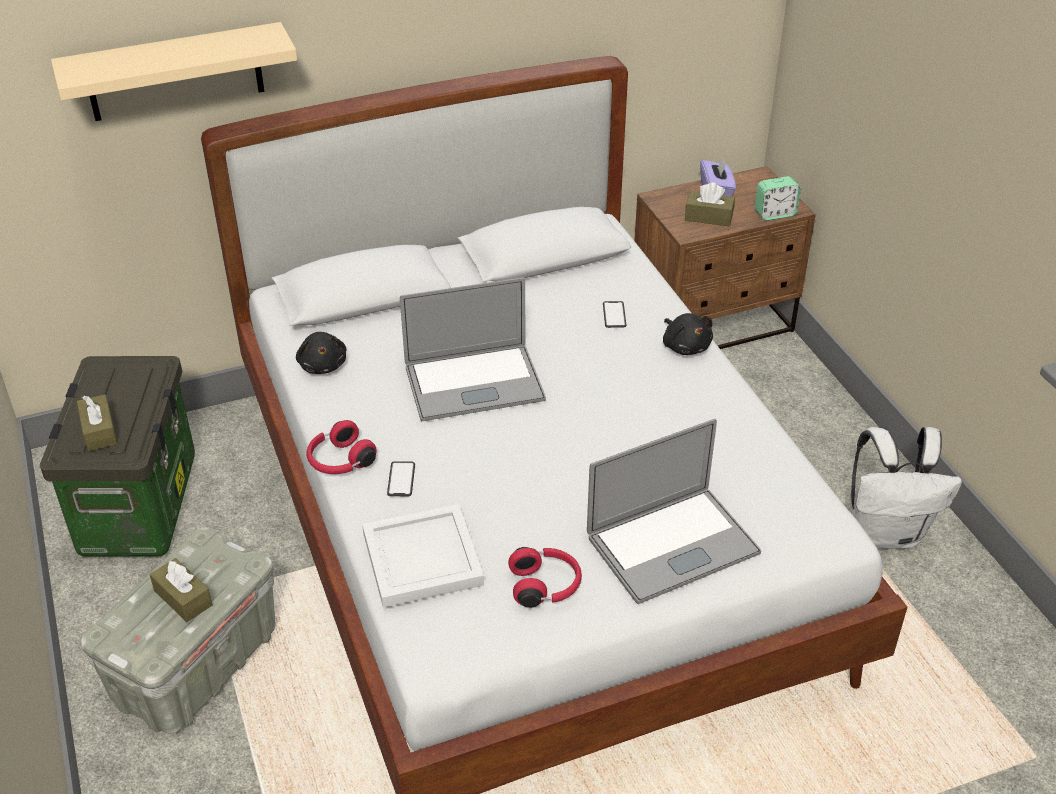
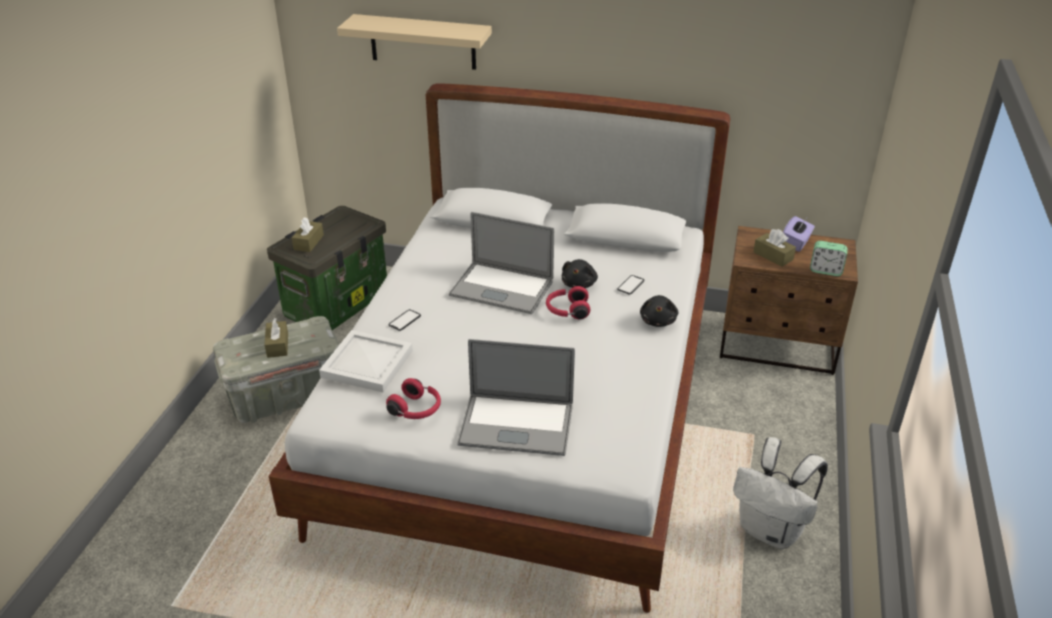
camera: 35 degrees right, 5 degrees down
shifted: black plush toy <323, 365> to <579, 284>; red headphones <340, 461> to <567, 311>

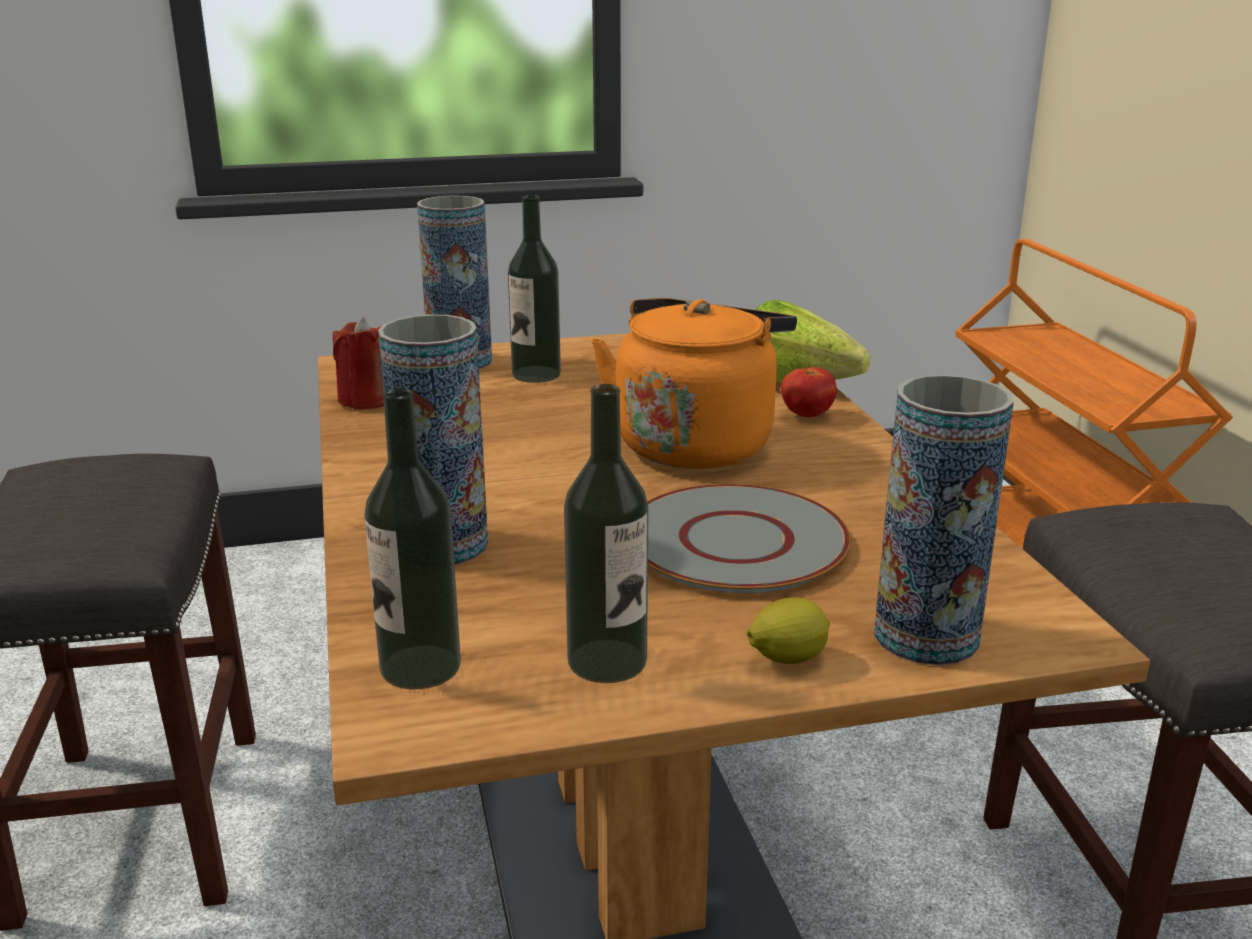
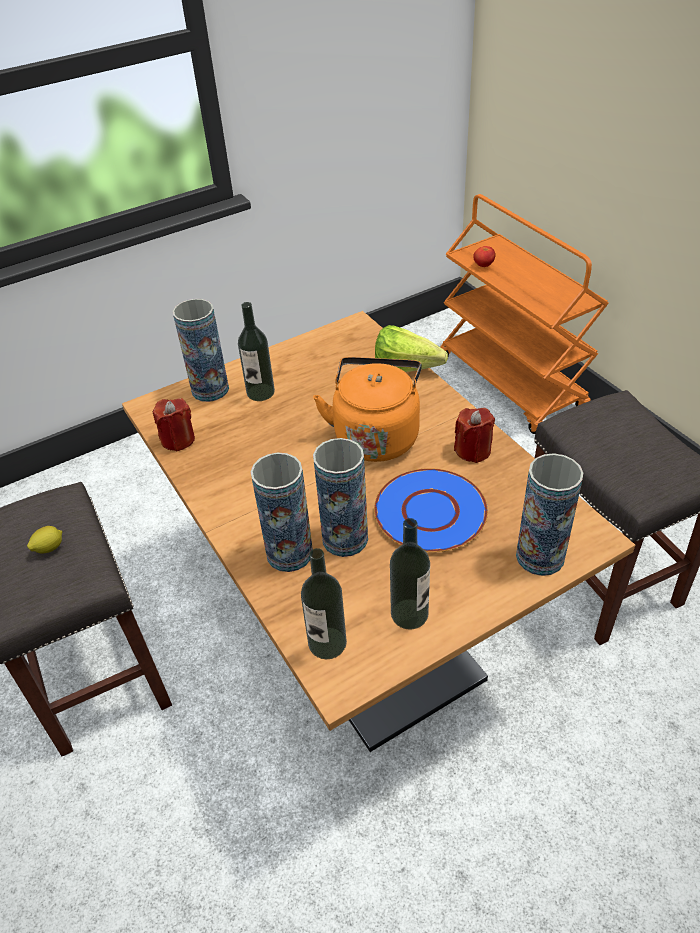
camera: 15 degrees left, 20 degrees up
new: vase <345, 539>; red candle <473, 450>
shifted: lemon <787, 659> to <49, 548>; tomato <806, 415> to <483, 265>
repainted: grey plate <736, 542> to blue plate <430, 512>

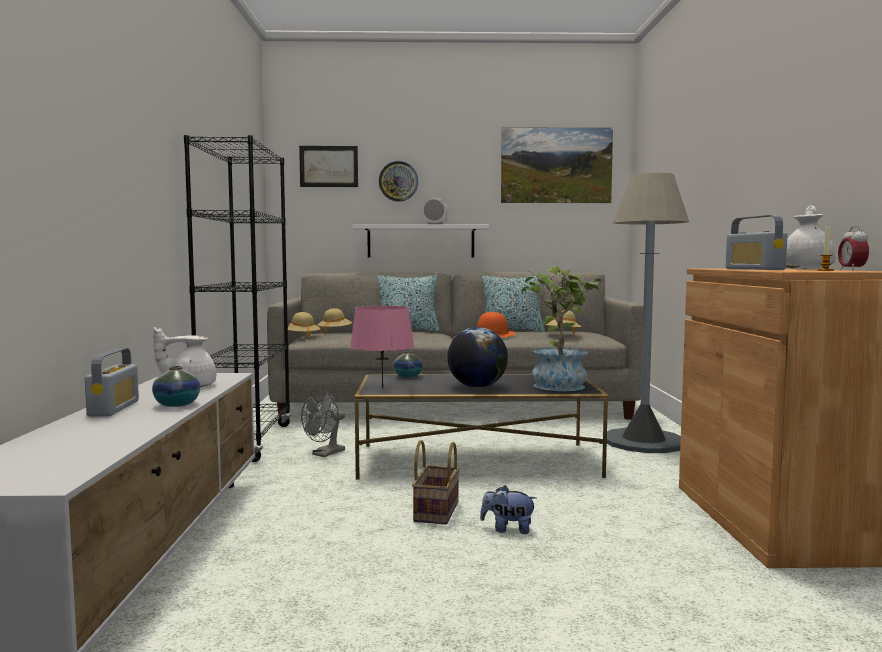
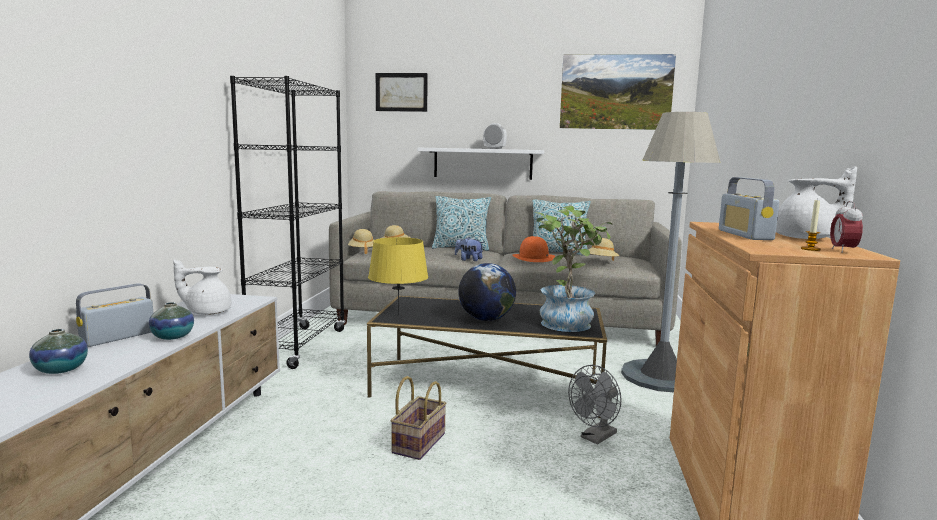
camera: 10 degrees right, 5 degrees up
gone: wall clock <398, 181>
shifted: grey fan <325, 454> to <595, 438>; vase <408, 376> to <61, 370>; plush toy <508, 529> to <468, 260>
repainted: pink table lamp <382, 388> to yellow table lamp <398, 315>
rotated: radio <114, 408> = <118, 337> 150 degrees counterclockwise; white teapot <807, 269> = <806, 238> 60 degrees clockwise

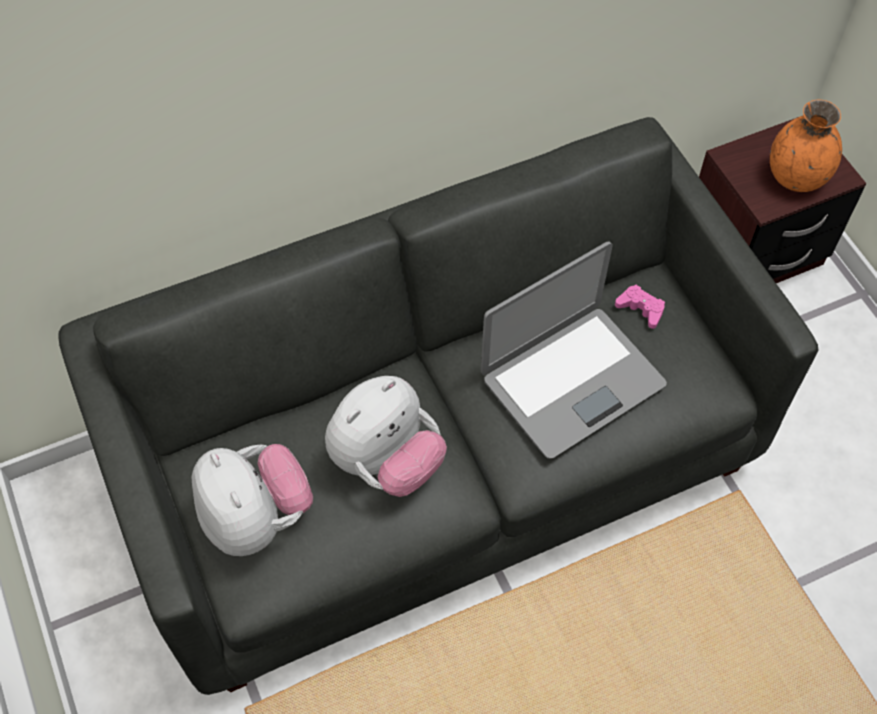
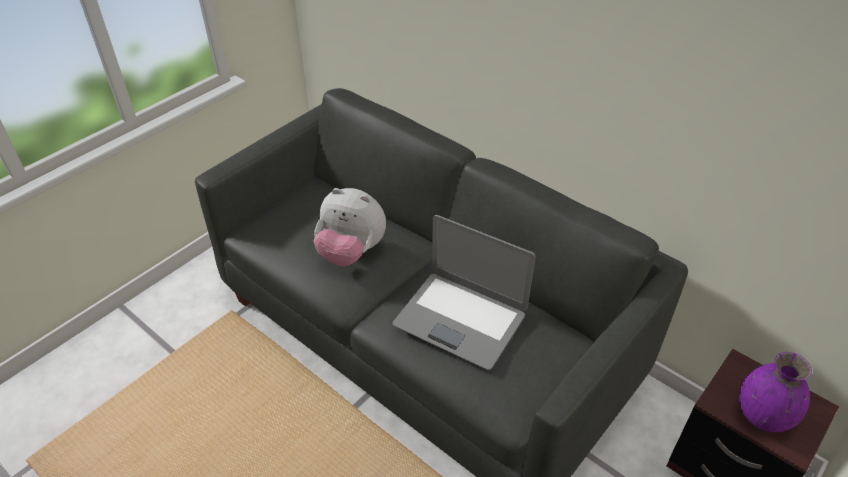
camera: 65 degrees right, 15 degrees down
gone: plush toy <256, 518>; pink game controller <641, 309>
repainted: orange vase <796, 177> to purple vase <763, 415>

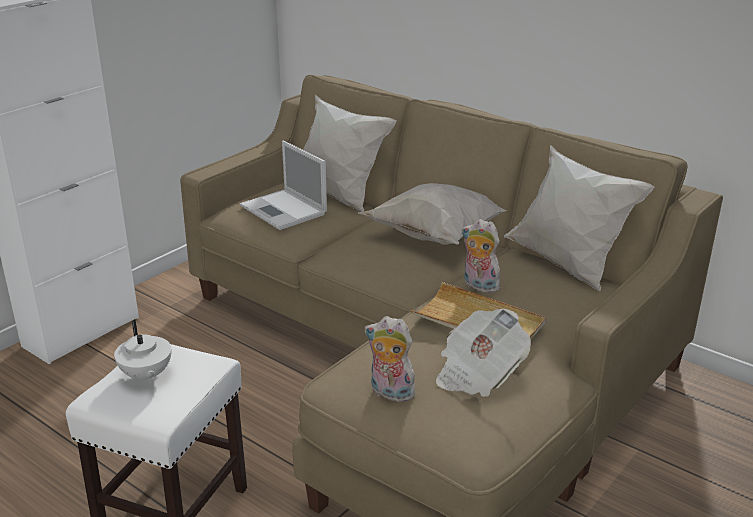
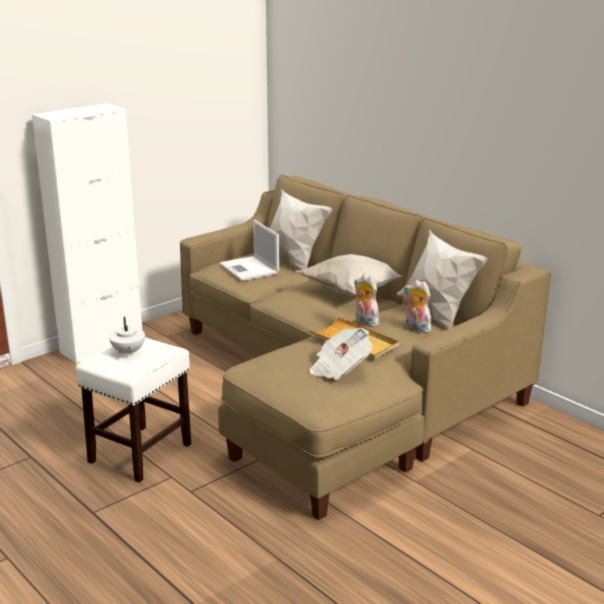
camera: 10 degrees right, 5 degrees down
shifted: plush toy <390, 393> to <416, 329>

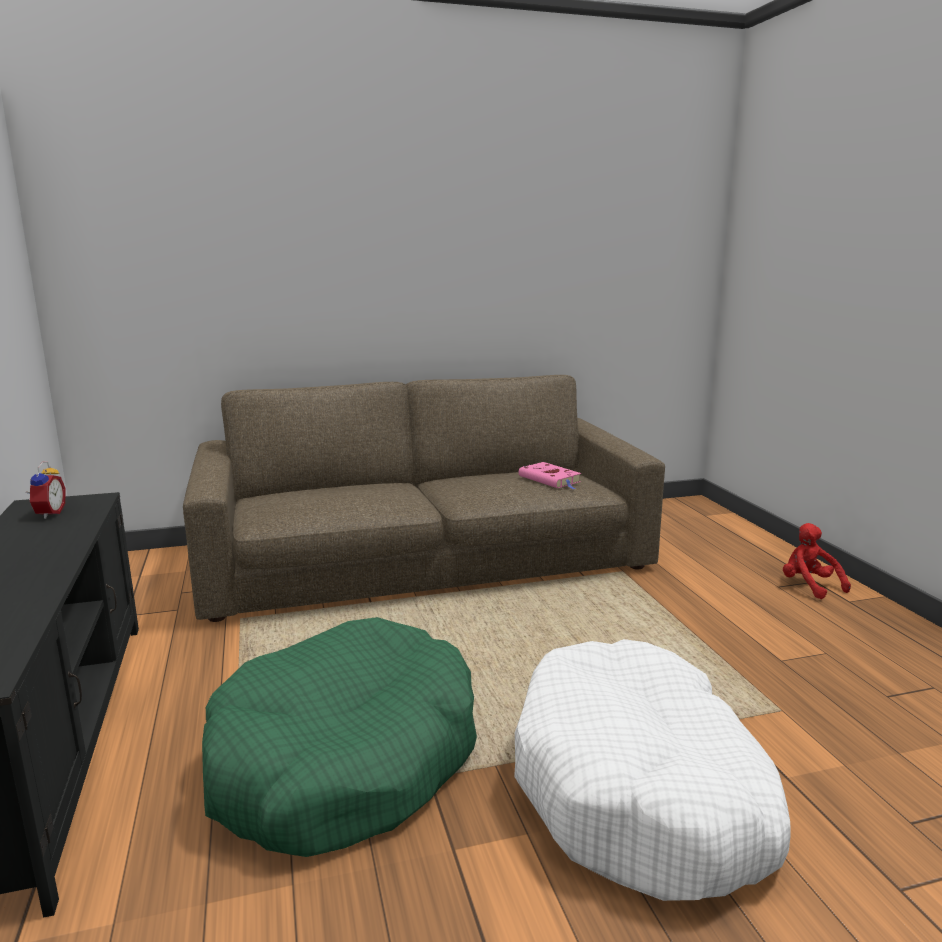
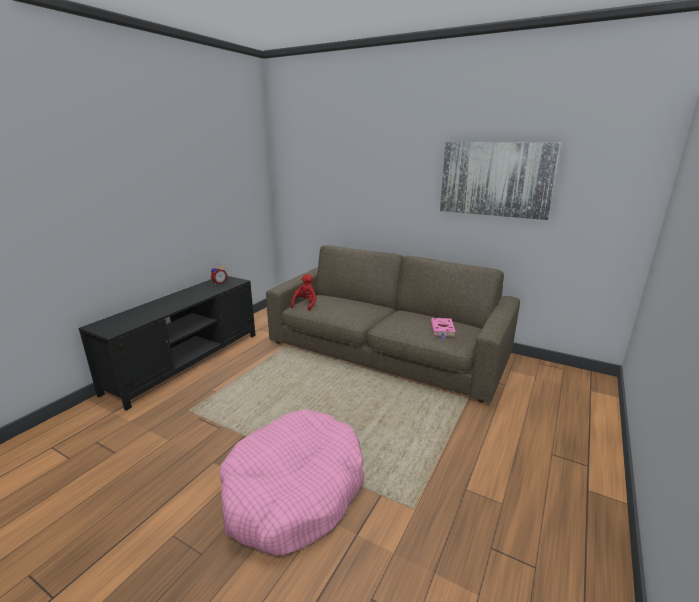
camera: 45 degrees right, 5 degrees up
gone: green dog bed <345, 759>
new: picture <496, 179>
shifted: red plush toy <809, 586> to <305, 304>
repainted: white dog bed <640, 790> to pink dog bed <294, 491>

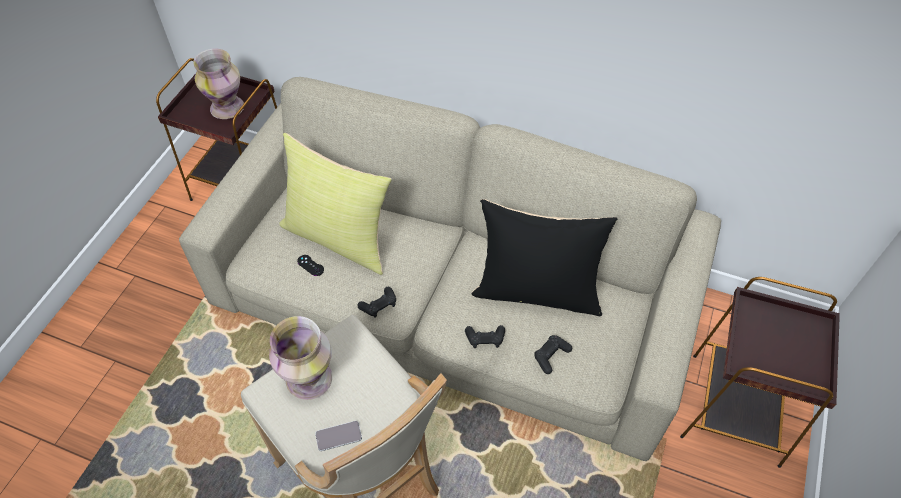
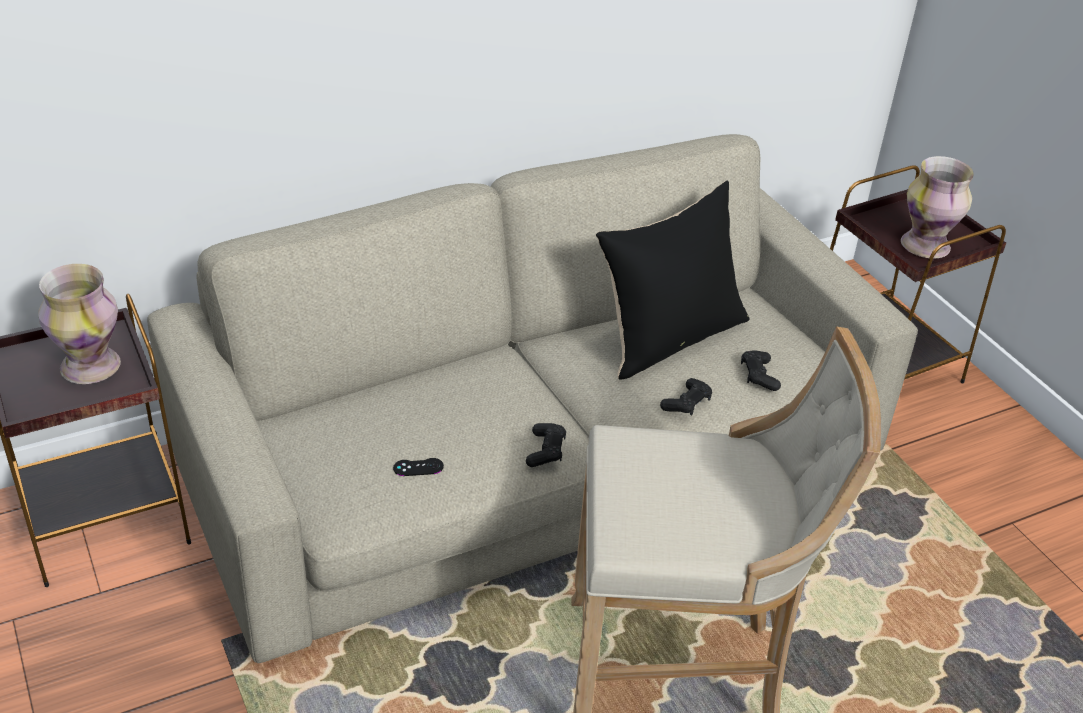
camera: 50 degrees left, 15 degrees down
gone: yellow pillow <339, 237>; phone <338, 436>
shifted: vase <310, 379> to <925, 246>

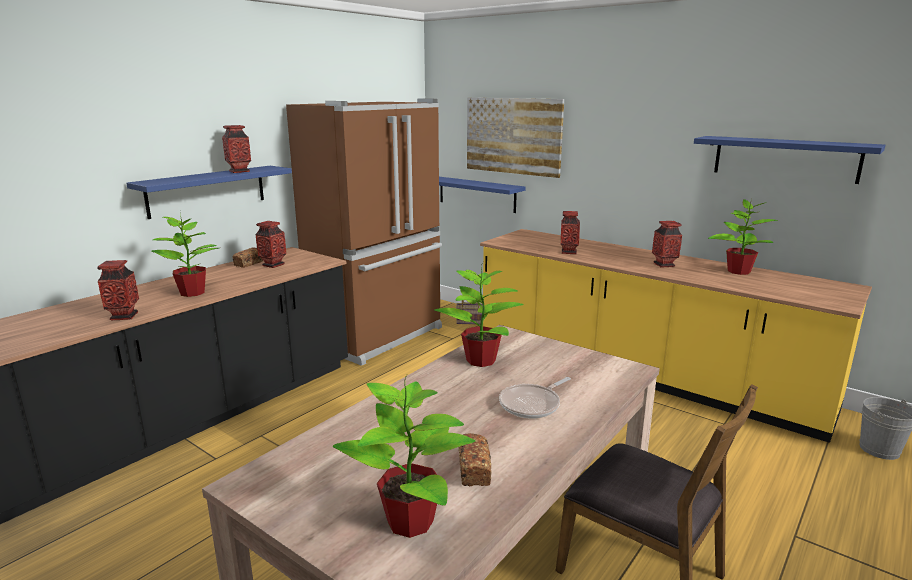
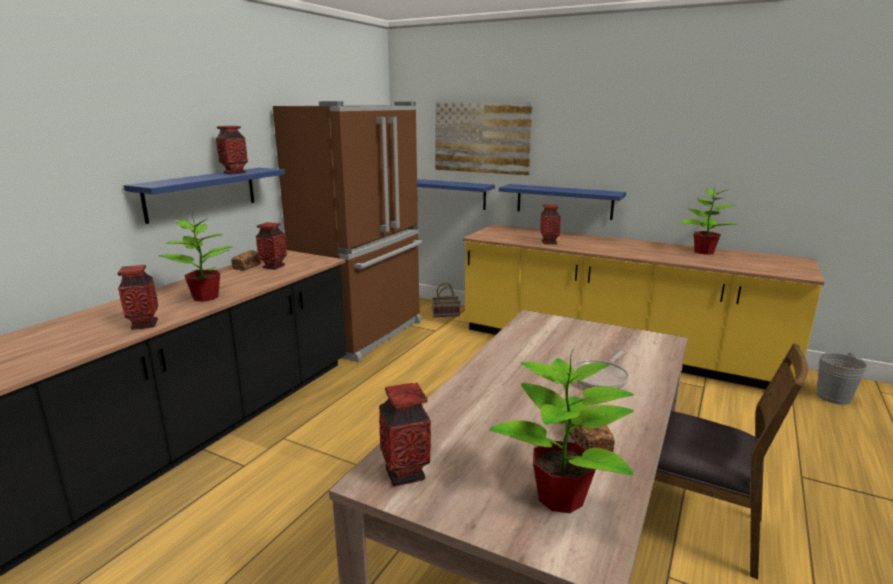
camera: 10 degrees left, 0 degrees up
gone: potted plant <482, 360>
shifted: vase <664, 265> to <405, 473>; blue shelf <785, 158> to <564, 201>

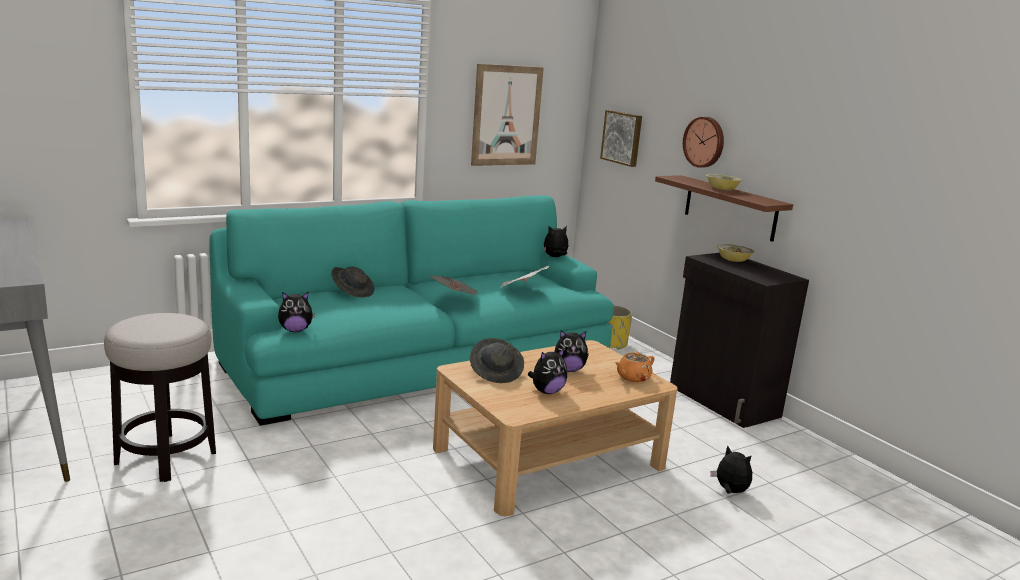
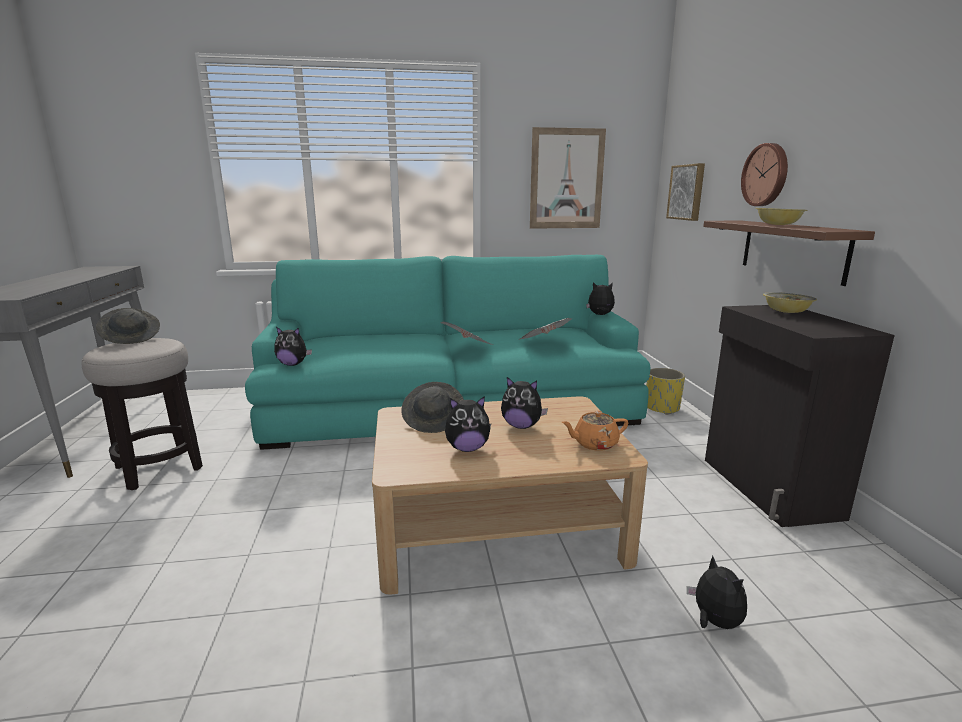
camera: 25 degrees right, 0 degrees up
shifted: grey hat <353, 292> to <132, 338>

